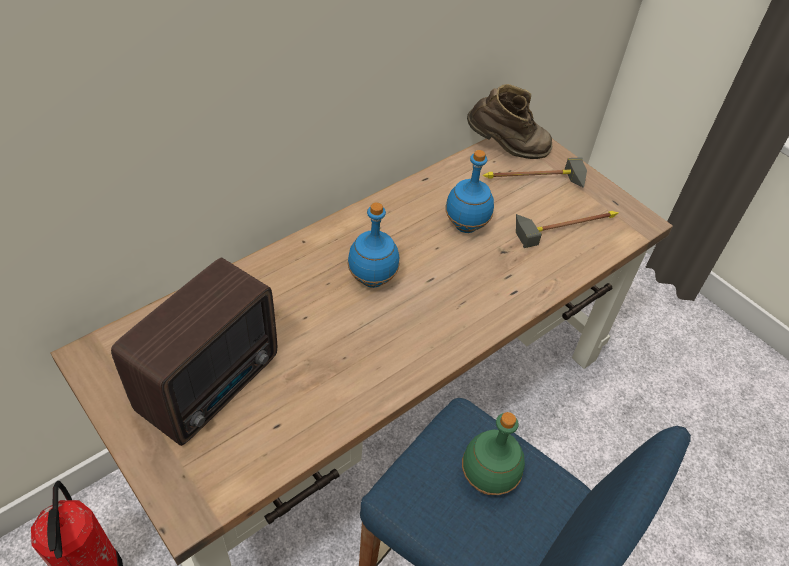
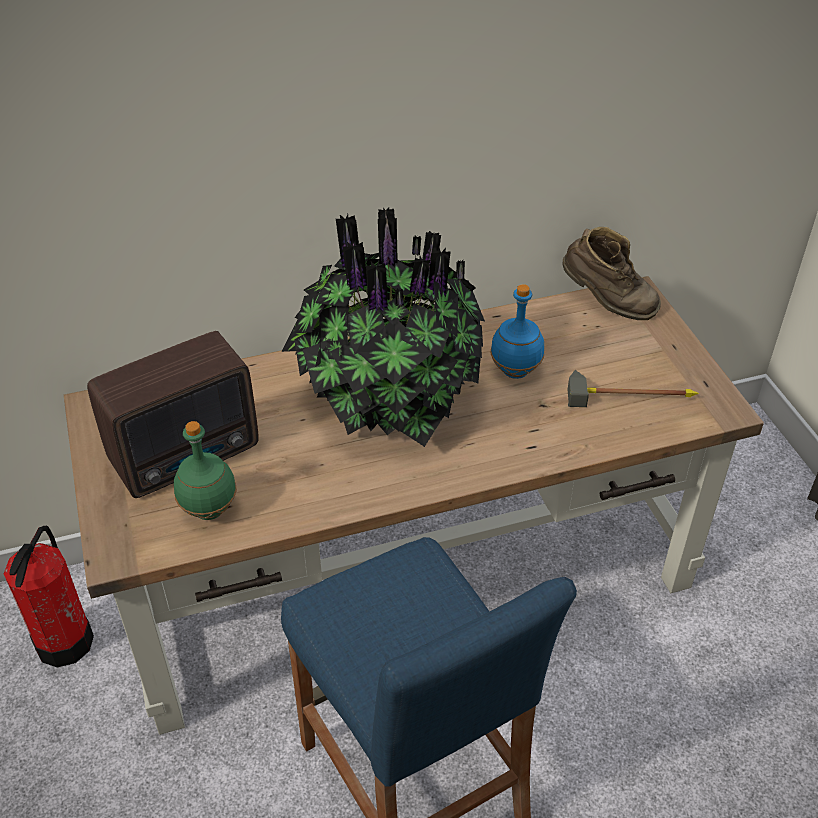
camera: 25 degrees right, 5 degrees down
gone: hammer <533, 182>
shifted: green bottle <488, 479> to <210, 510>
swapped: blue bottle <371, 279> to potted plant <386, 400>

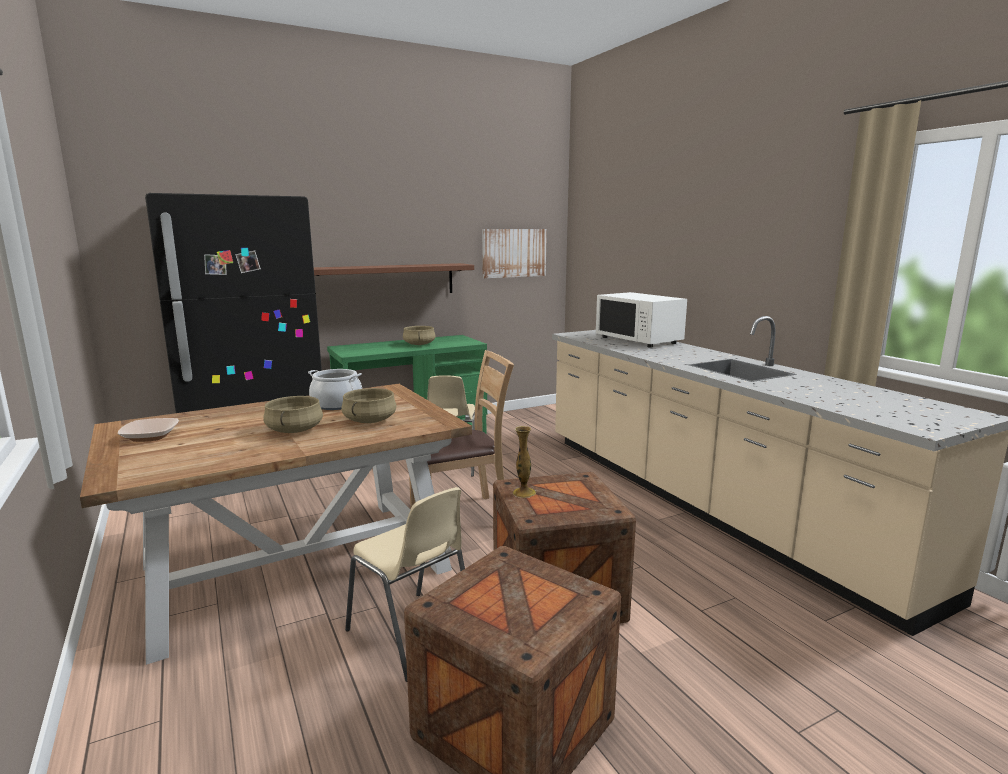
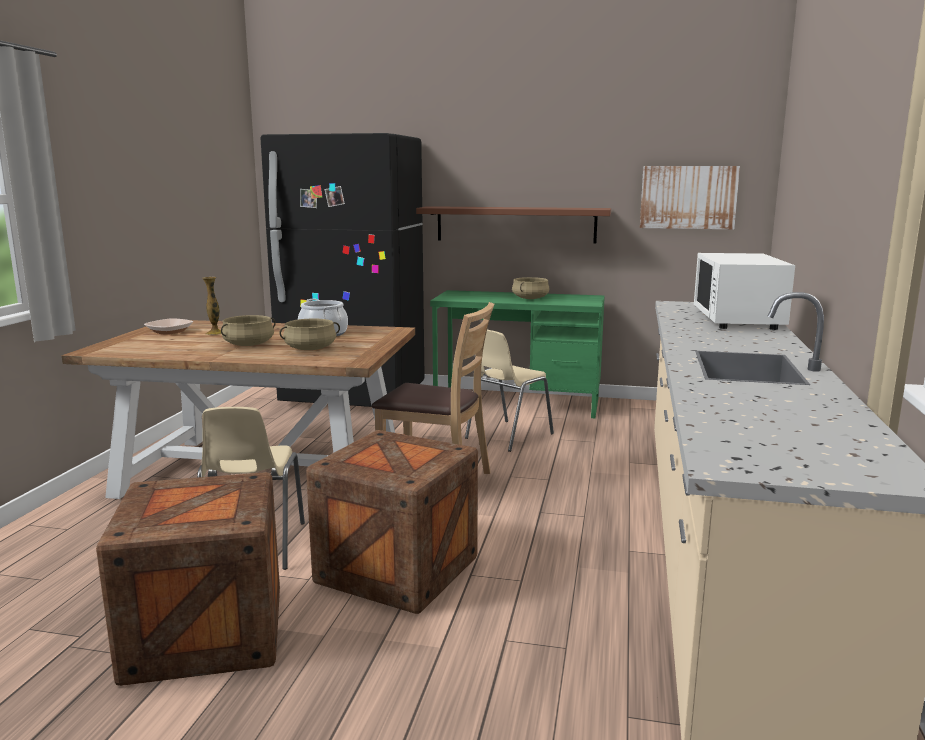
camera: 40 degrees right, 0 degrees up
shifted: vase <524, 493> to <215, 333>

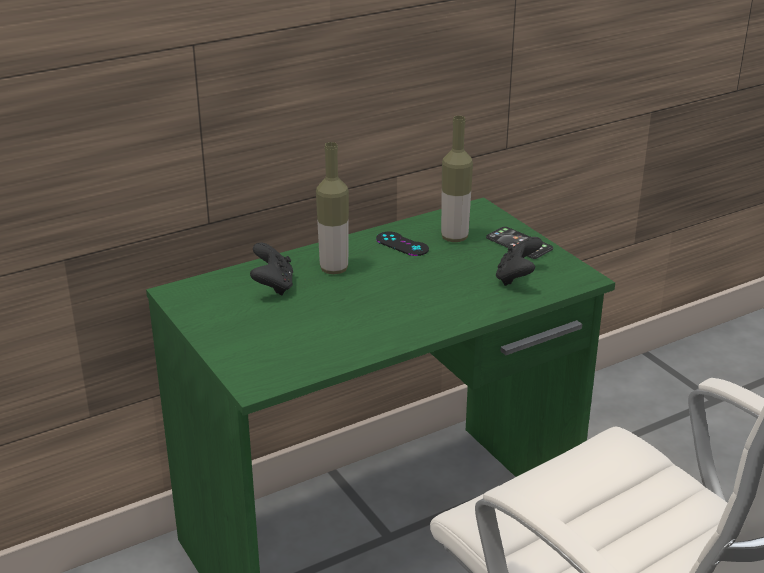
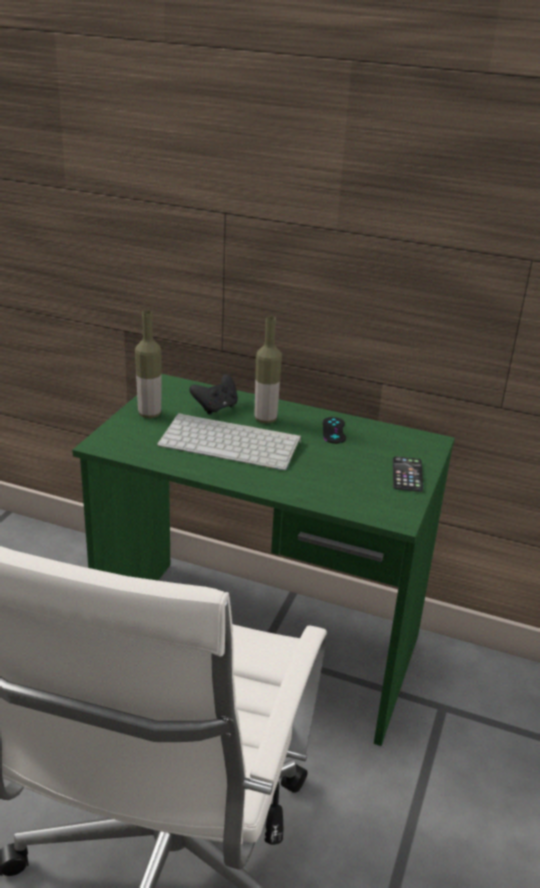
camera: 50 degrees right, 0 degrees up
gone: black game controller <517, 278>
new: keyboard <232, 442>
shifted: bottle <454, 238> to <149, 414>

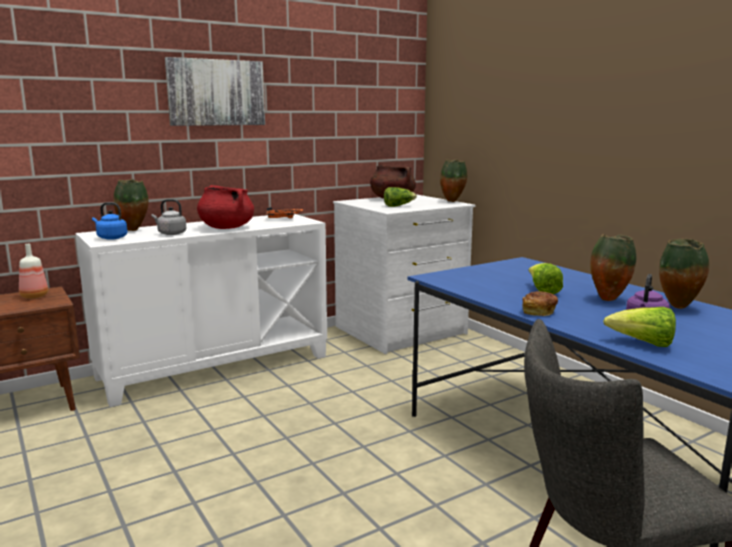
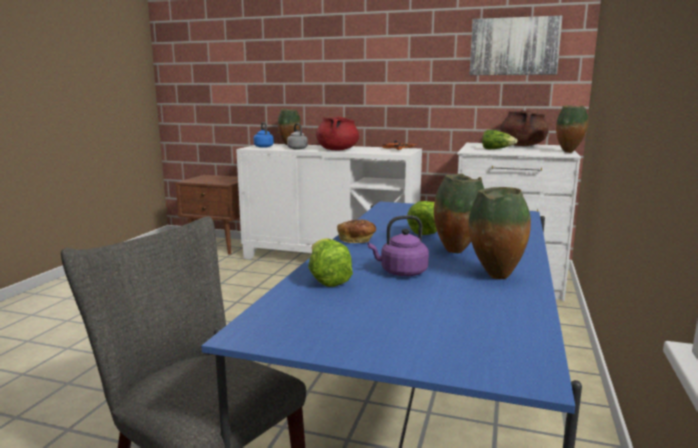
camera: 50 degrees right, 0 degrees up
gone: bottle <34, 296>
shifted: picture <216, 92> to <514, 46>

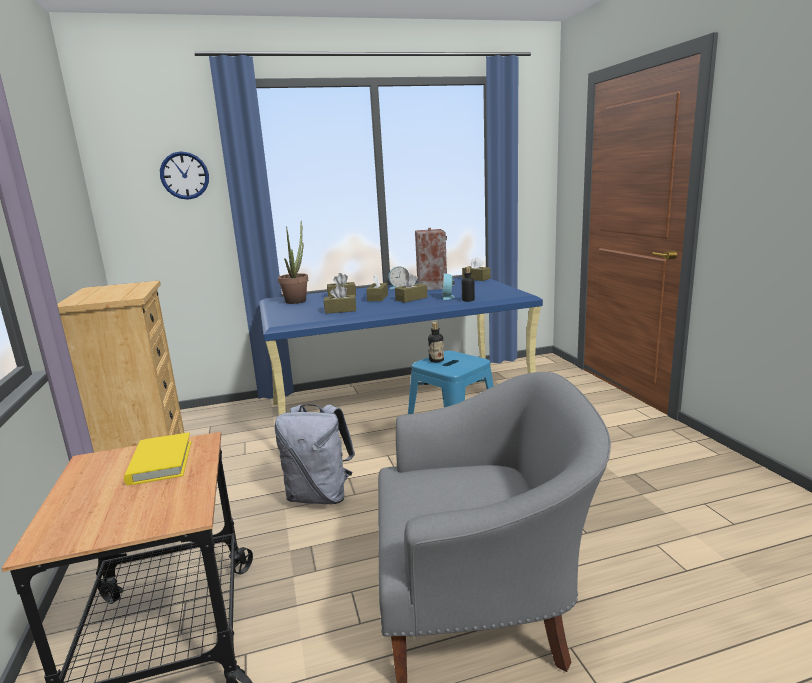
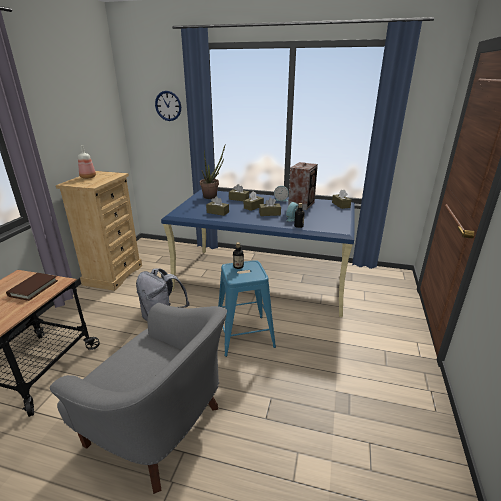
camera: 30 degrees right, 10 degrees up
new: bottle <88, 177>
repainted: yellow book <160, 462> to brown book <33, 288>

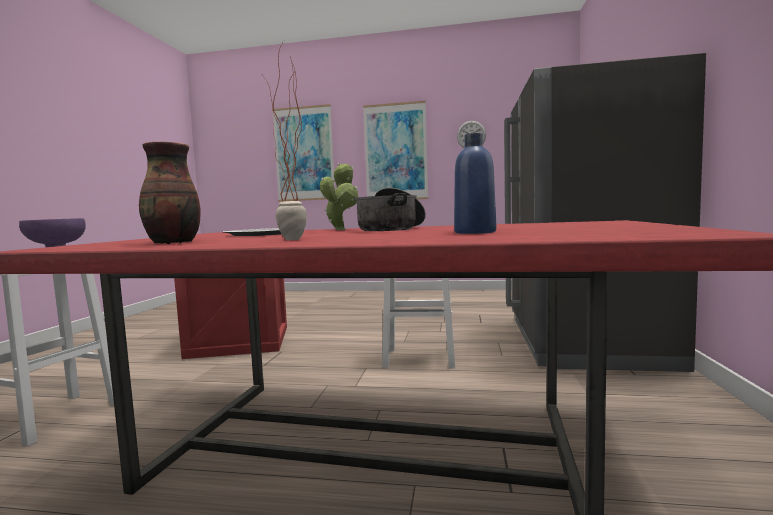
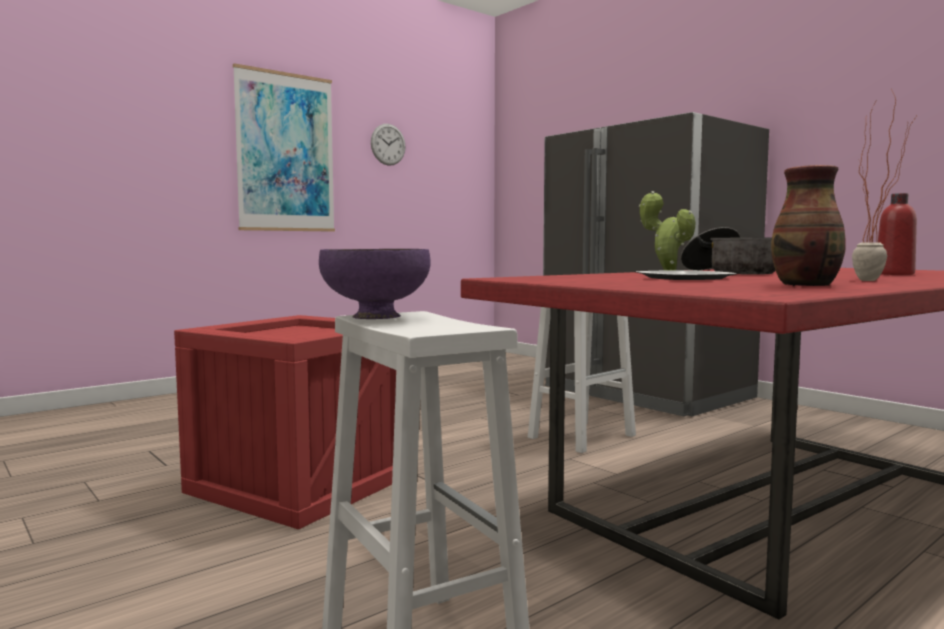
camera: 50 degrees left, 0 degrees up
gone: picture <304, 154>
repainted: blue bottle <475, 232> to red bottle <894, 274>

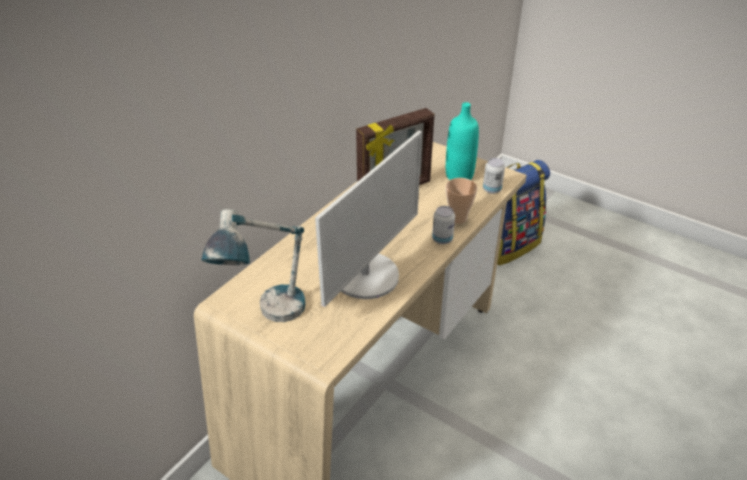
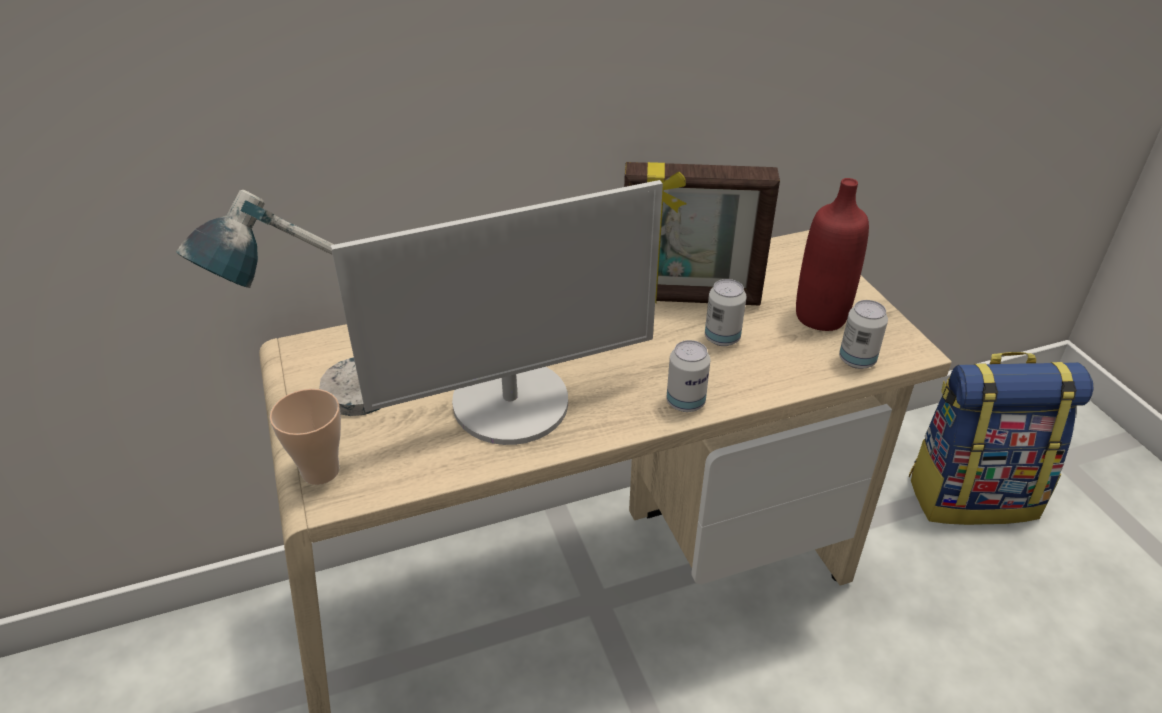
camera: 35 degrees right, 0 degrees up
new: can <722, 338>
shifted: cup <458, 218> to <320, 471>
repainted: turquoise bottle <459, 176> to red bottle <821, 316>

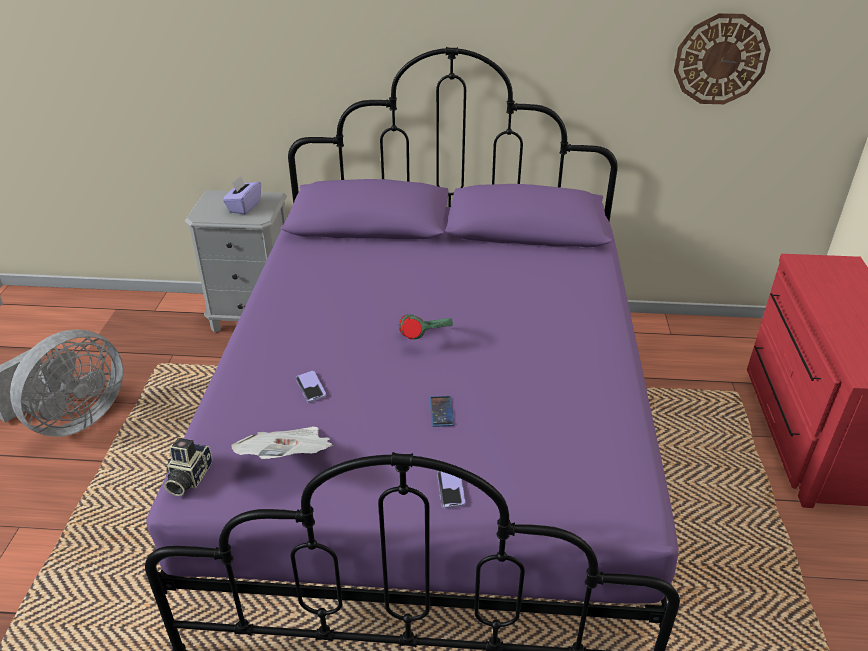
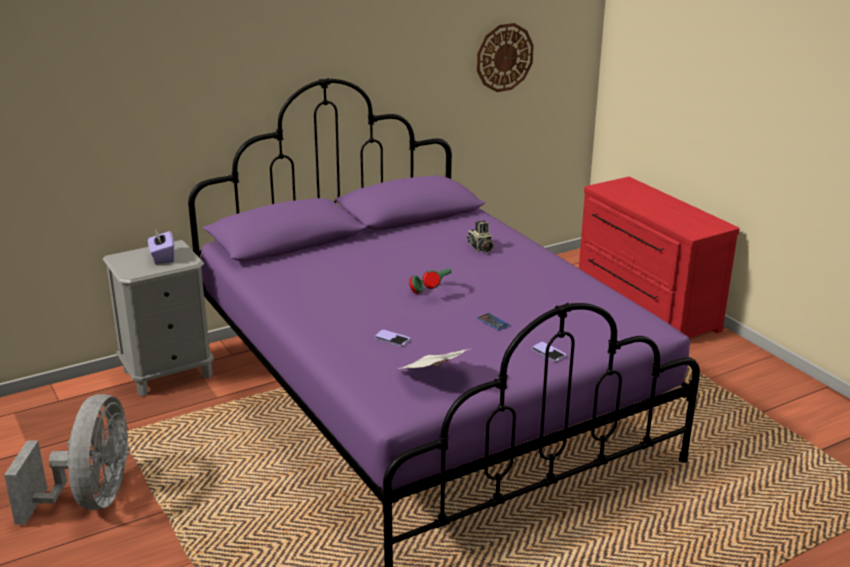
camera: 35 degrees left, 10 degrees down
shifted: photo camera <188, 478> to <480, 248>

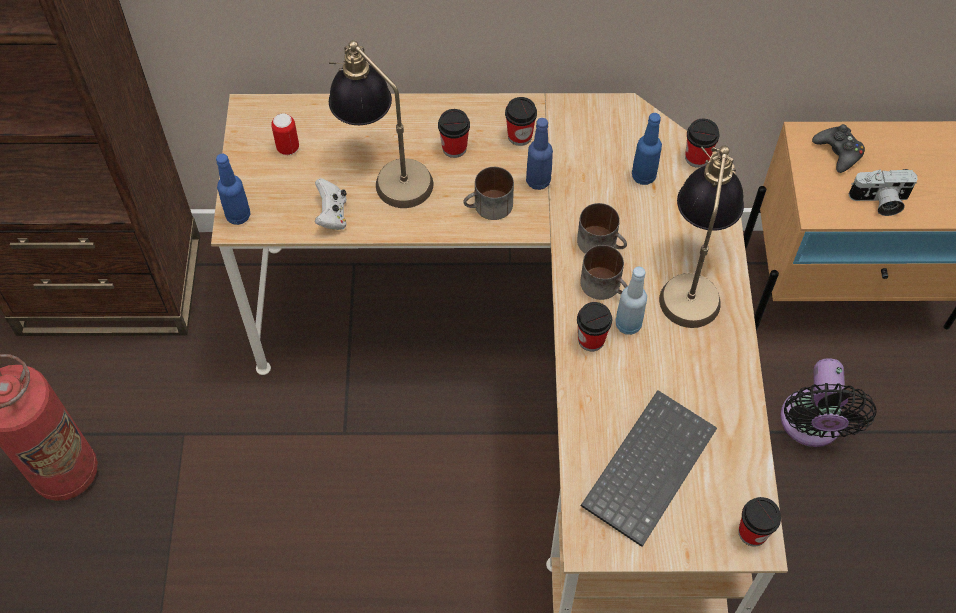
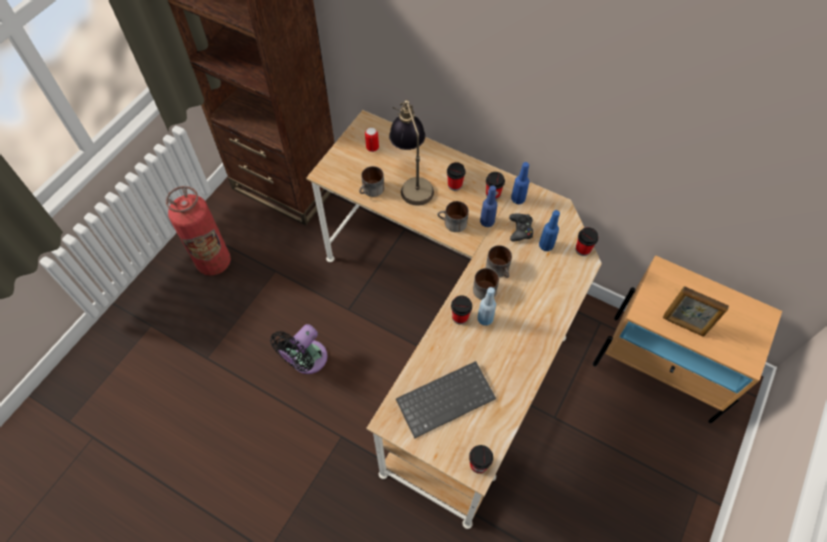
camera: 30 degrees right, 0 degrees up
gone: table lamp <692, 278>
shifted: blue bottle <238, 215> to <518, 199>; black fan <811, 425> to <306, 360>; black game controller <838, 152> to <520, 230>
swapped: white game controller <332, 215> to mug <372, 190>; photo camera <879, 202> to picture frame <683, 325>

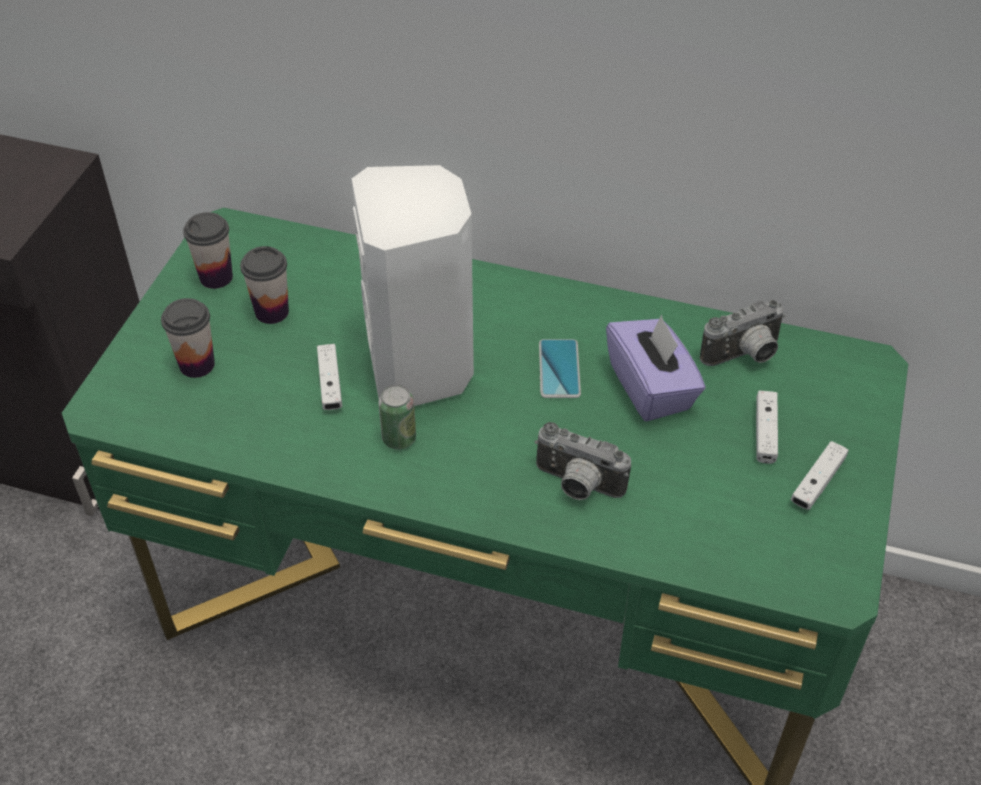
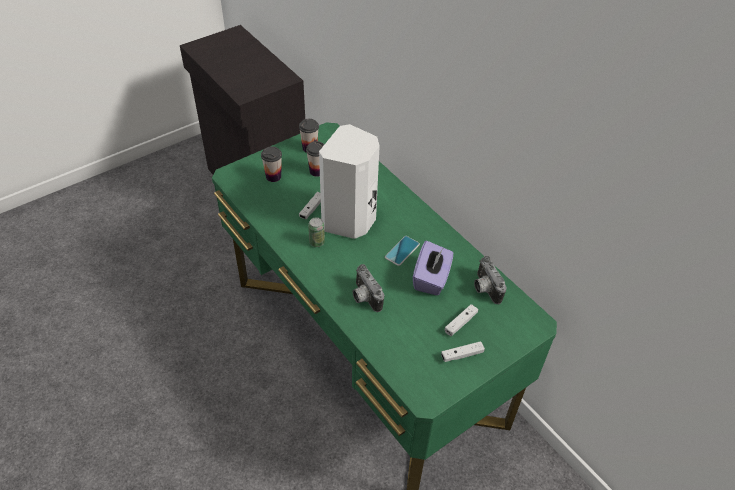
camera: 35 degrees right, 0 degrees up
rotated: photo camera <744, 356> = <484, 288> 60 degrees clockwise

